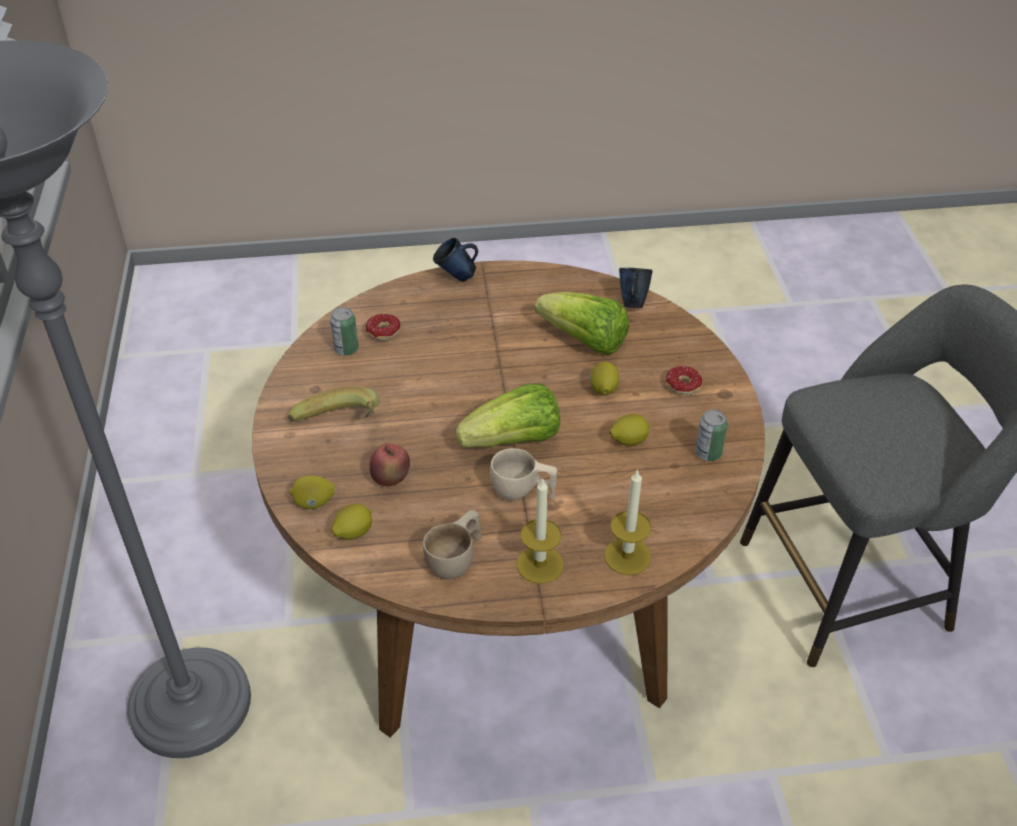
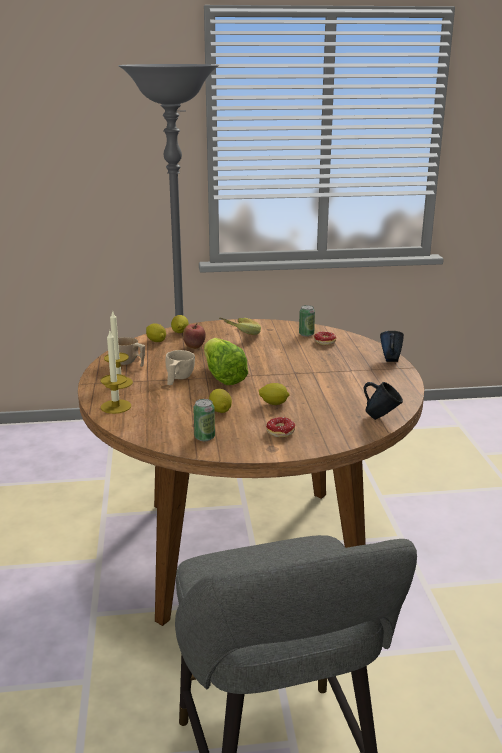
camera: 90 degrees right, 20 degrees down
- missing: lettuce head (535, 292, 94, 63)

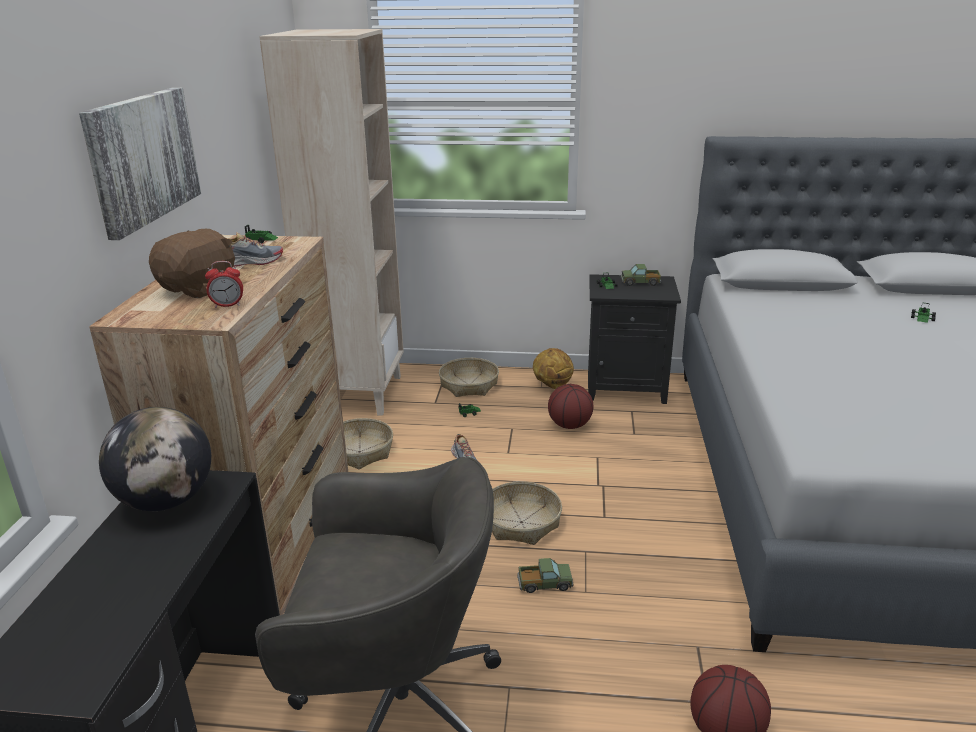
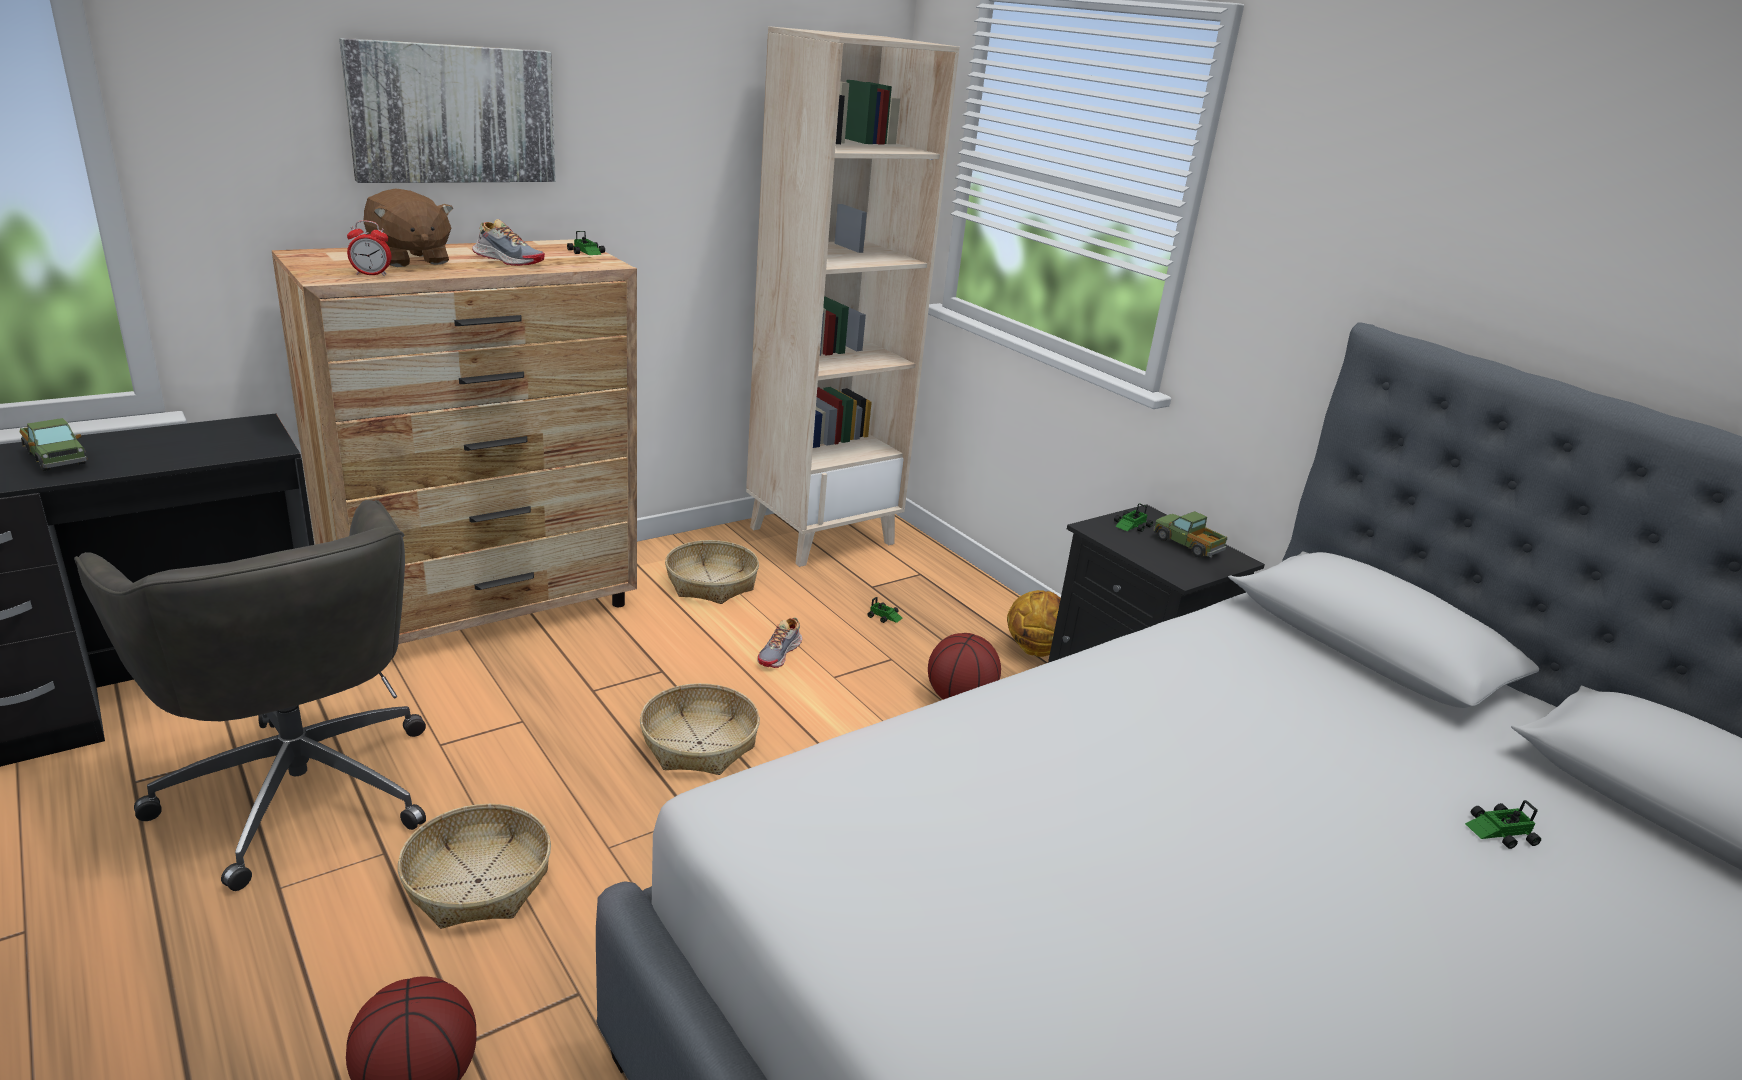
camera: 45 degrees right, 0 degrees up
- spun: brown cuddly toy (149, 229, 86, 69) = (363, 189, 90, 78) 60 degrees clockwise
- spun: bedside clock (205, 261, 38, 47) = (347, 220, 44, 56) 45 degrees counterclockwise
- relocated: household basket (439, 358, 60, 39) to (398, 804, 153, 125)
- missing: world globe (99, 407, 112, 104)
- relocated: toy truck (517, 558, 56, 35) to (20, 418, 68, 53)

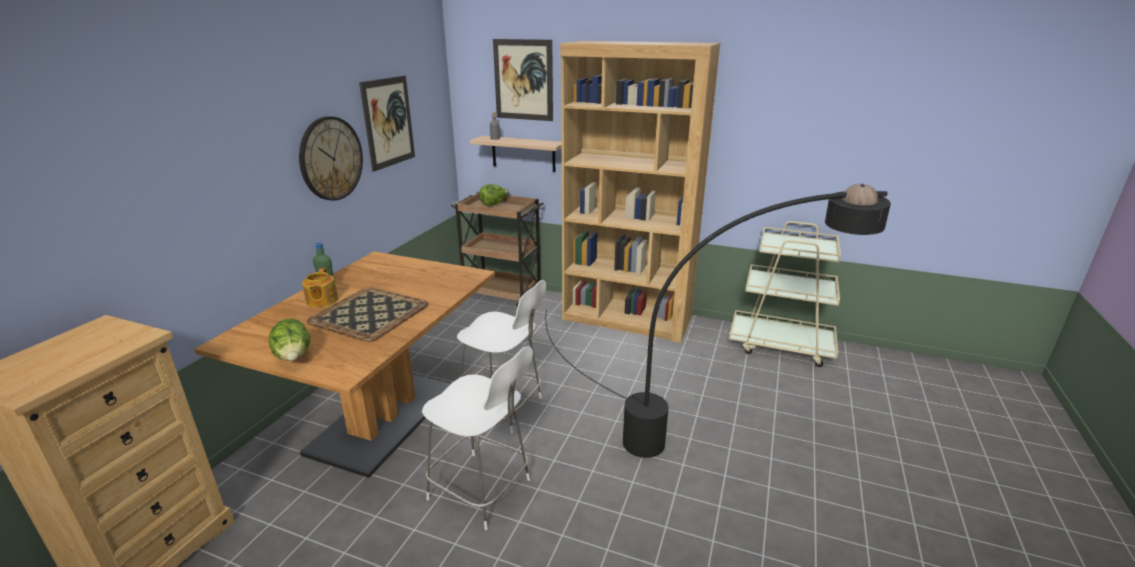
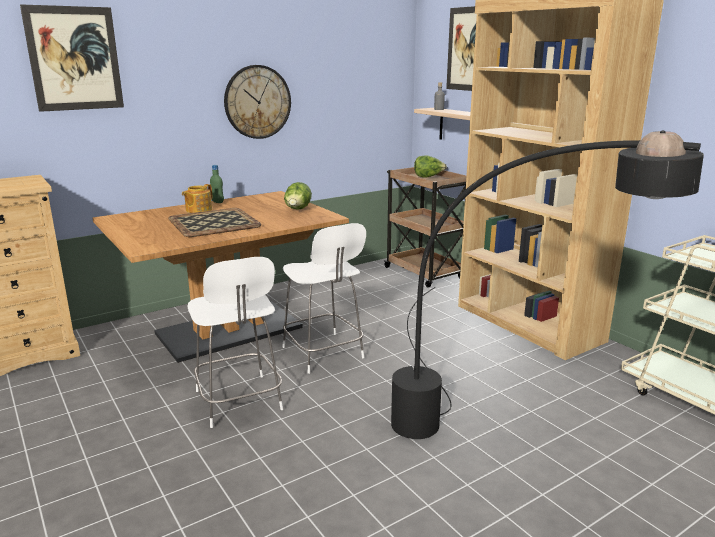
camera: 35 degrees right, 5 degrees down
- relocated: wall picture (359, 76, 56, 96) to (20, 4, 104, 108)
- relocated: lettuce head (269, 319, 41, 42) to (284, 182, 28, 28)

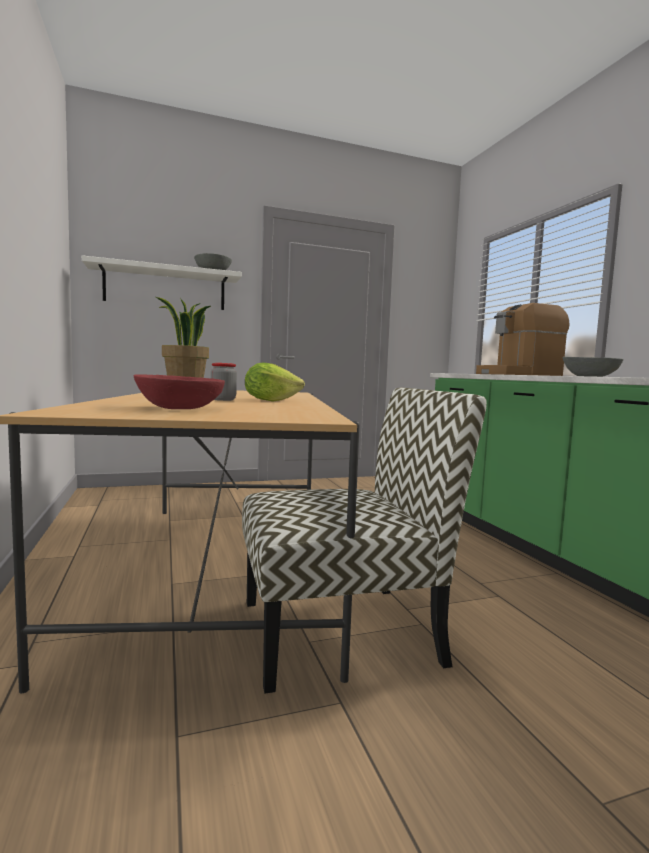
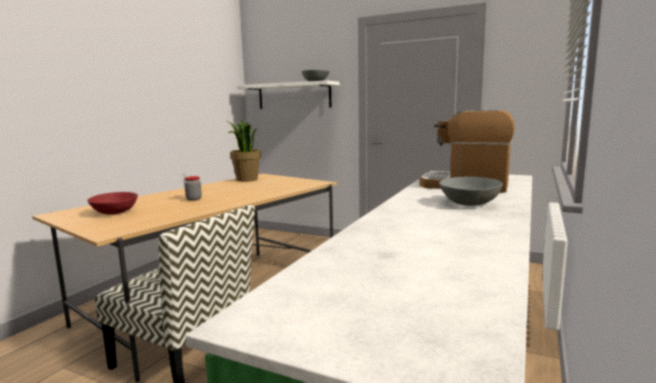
camera: 45 degrees right, 5 degrees up
- missing: lettuce head (245, 363, 60, 39)

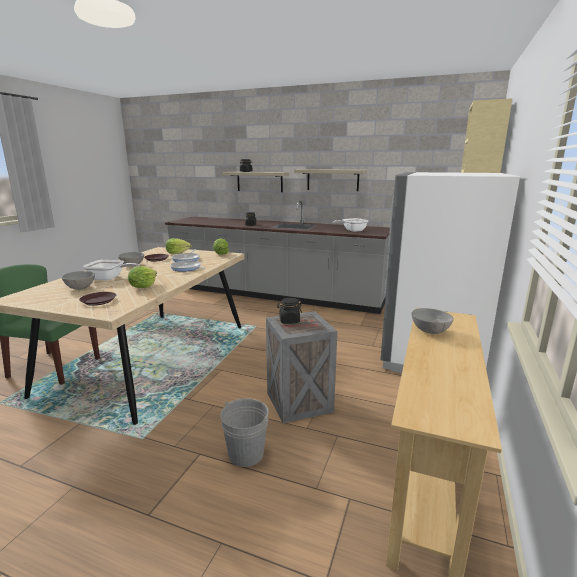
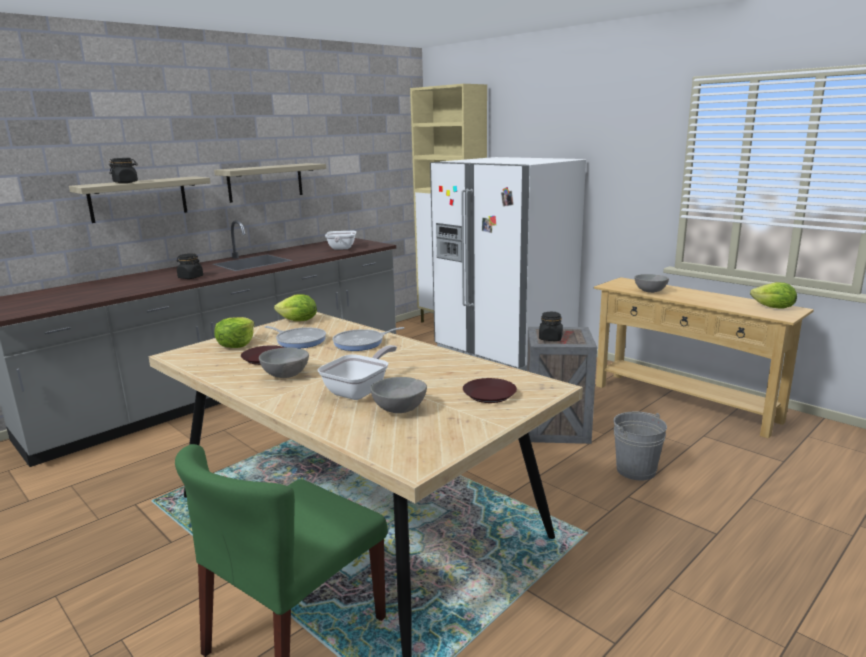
camera: 65 degrees left, 0 degrees up
- relocated: lettuce head (128, 266, 29, 22) to (750, 282, 47, 27)

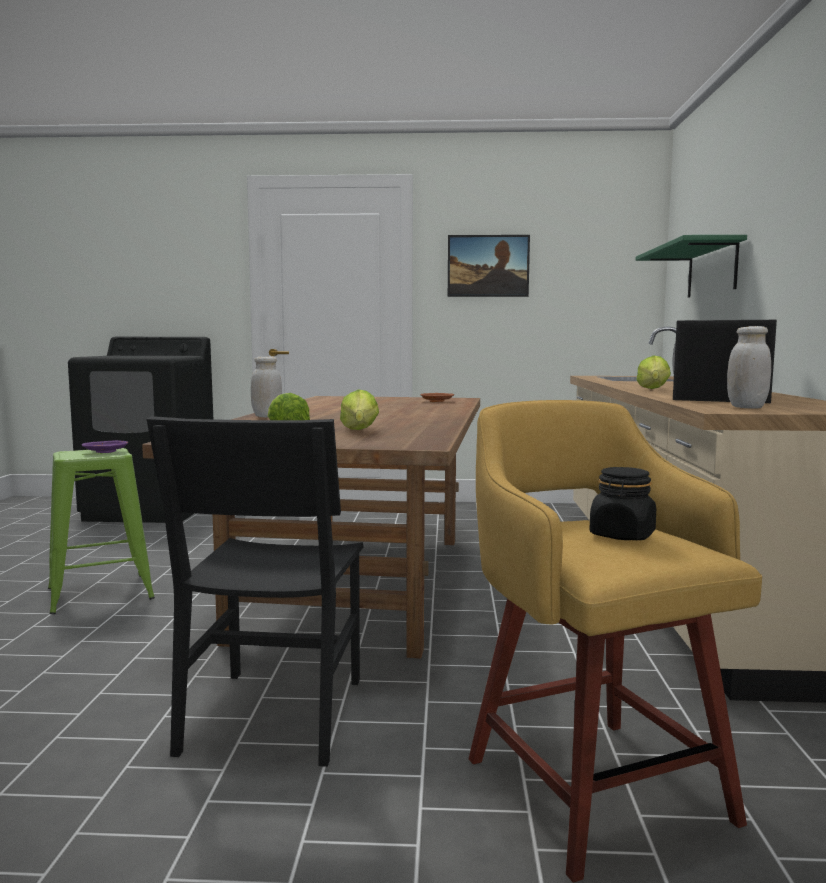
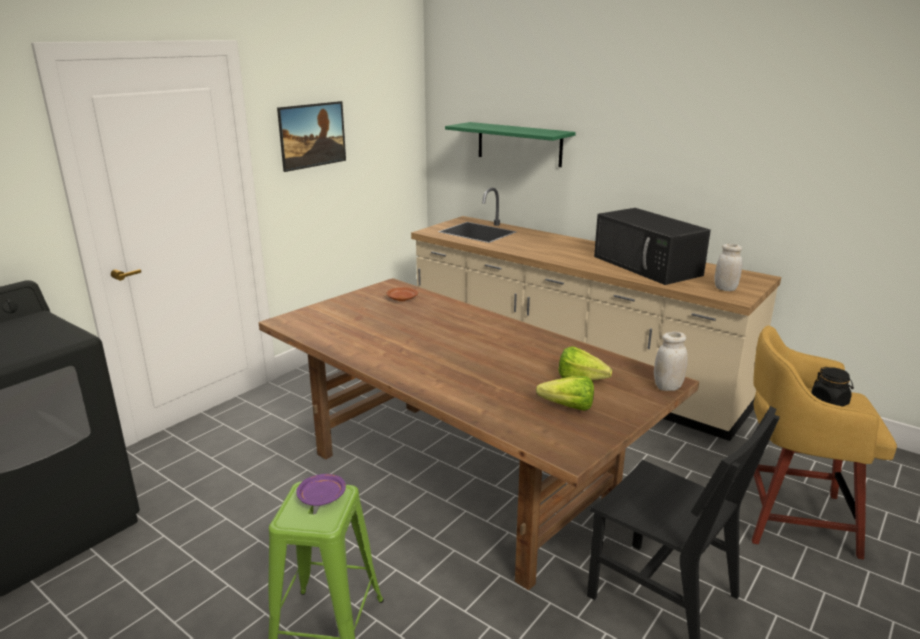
camera: 55 degrees left, 15 degrees up
- missing: lettuce head (636, 355, 35, 34)
- relocated: whitish storage jar (251, 357, 31, 60) to (654, 332, 34, 59)

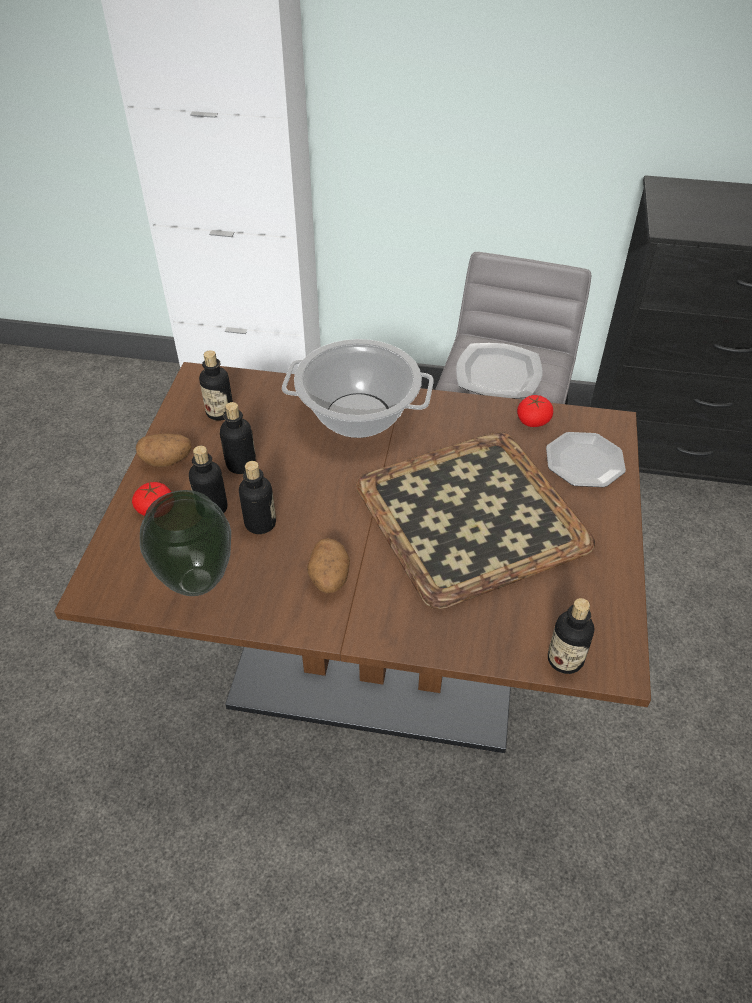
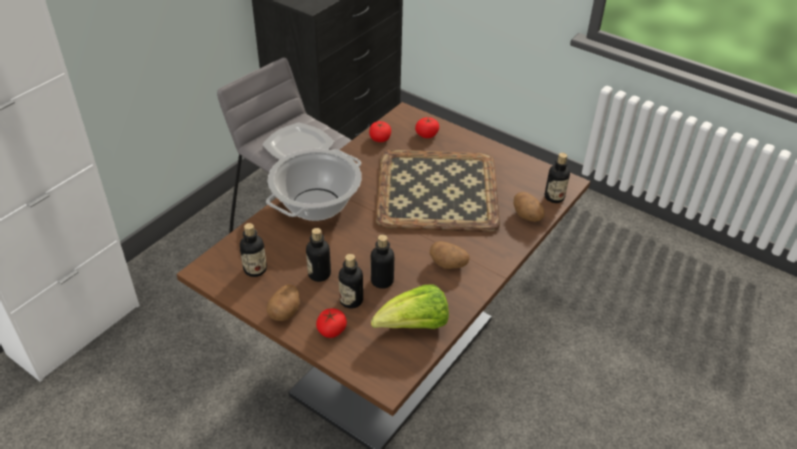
camera: 65 degrees left, 5 degrees down
- exchanged: plate (546, 432, 80, 55) to whole tomato (415, 117, 24, 21)
- exchanged: vase (140, 490, 91, 106) to lettuce head (371, 285, 78, 44)
- appeared: spud (514, 192, 31, 30)

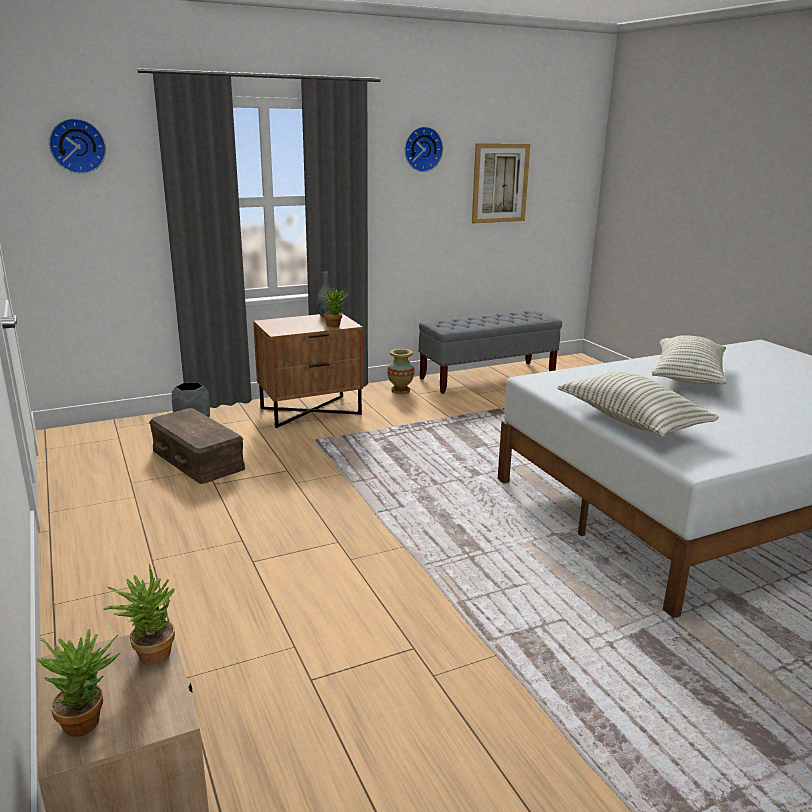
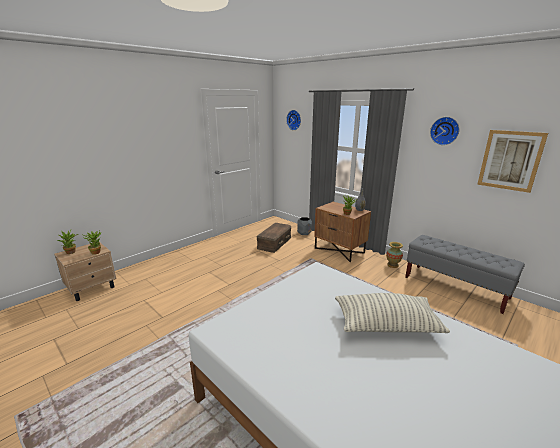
camera: 70 degrees right, 0 degrees up
- missing: cushion (557, 372, 162, 65)

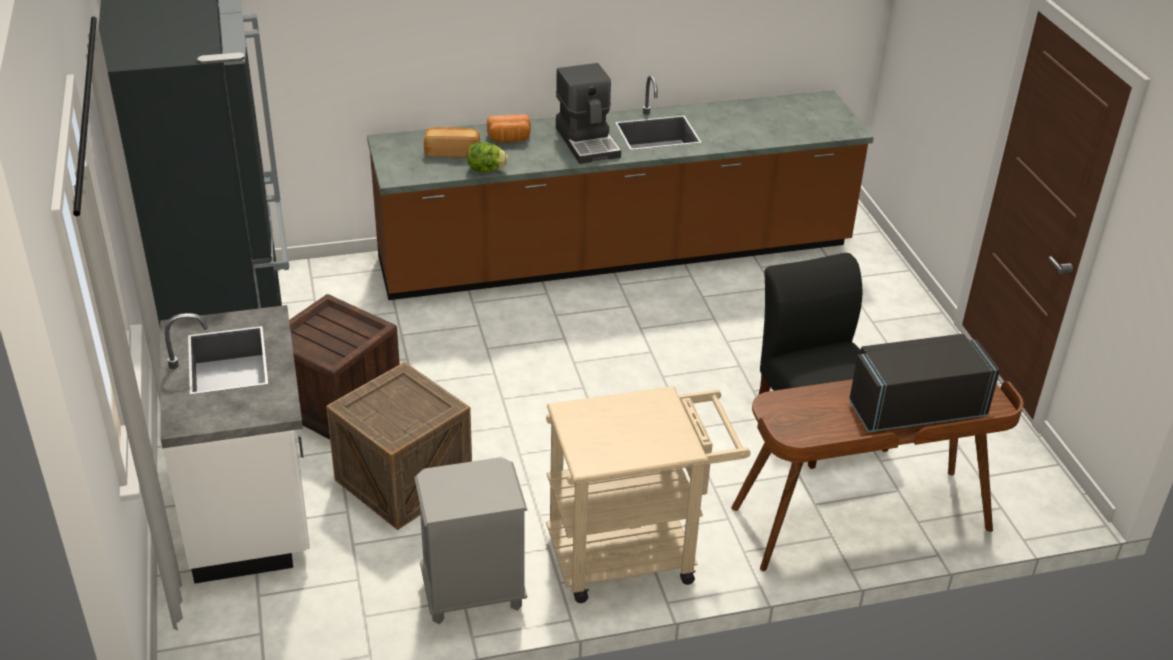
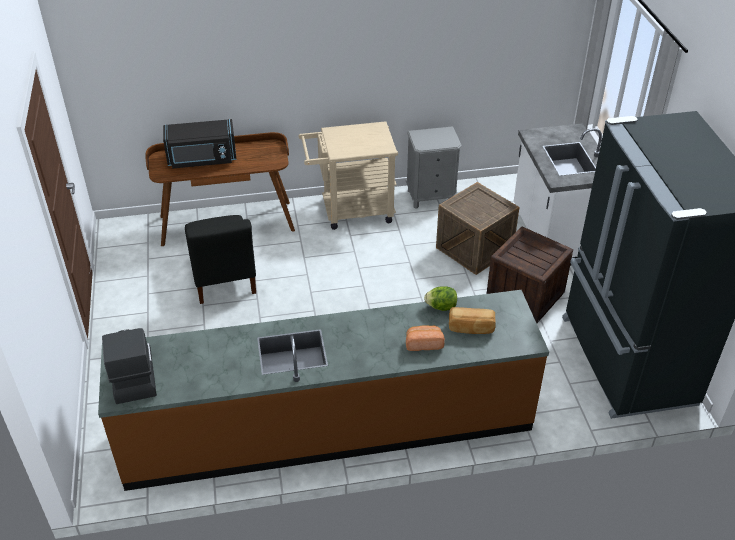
camera: 175 degrees left, 5 degrees up
- relocated: coffee maker (556, 63, 65, 101) to (102, 328, 55, 76)

